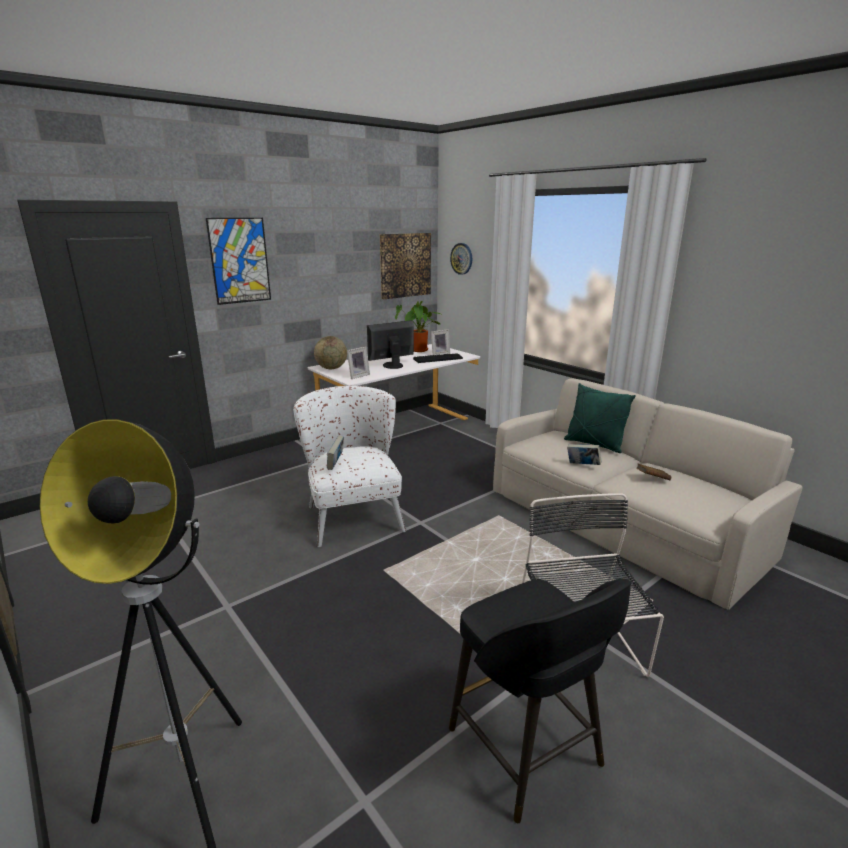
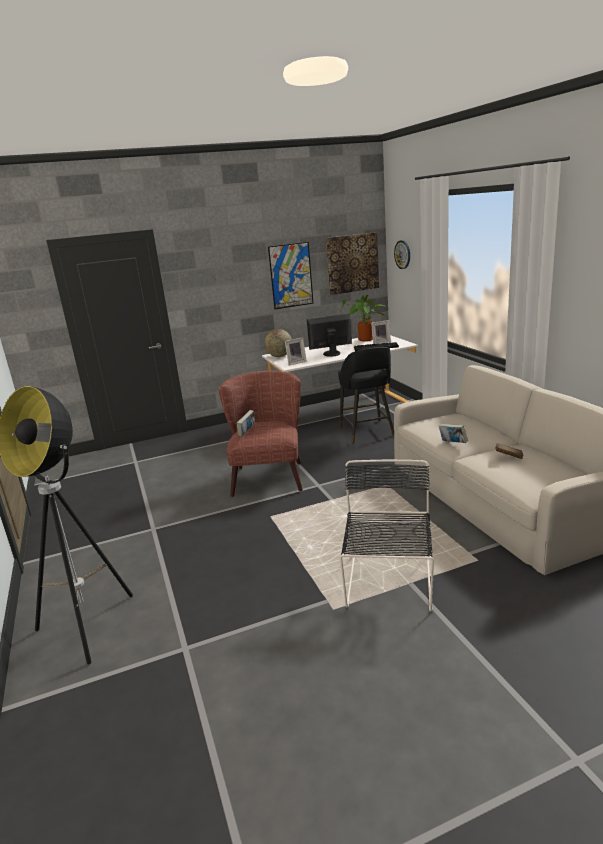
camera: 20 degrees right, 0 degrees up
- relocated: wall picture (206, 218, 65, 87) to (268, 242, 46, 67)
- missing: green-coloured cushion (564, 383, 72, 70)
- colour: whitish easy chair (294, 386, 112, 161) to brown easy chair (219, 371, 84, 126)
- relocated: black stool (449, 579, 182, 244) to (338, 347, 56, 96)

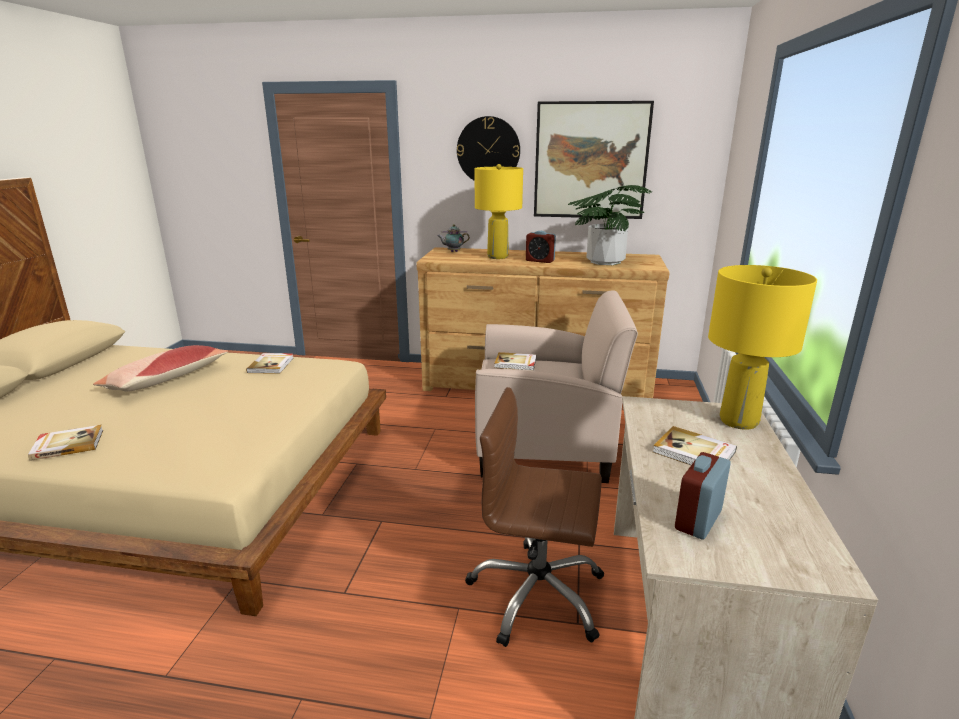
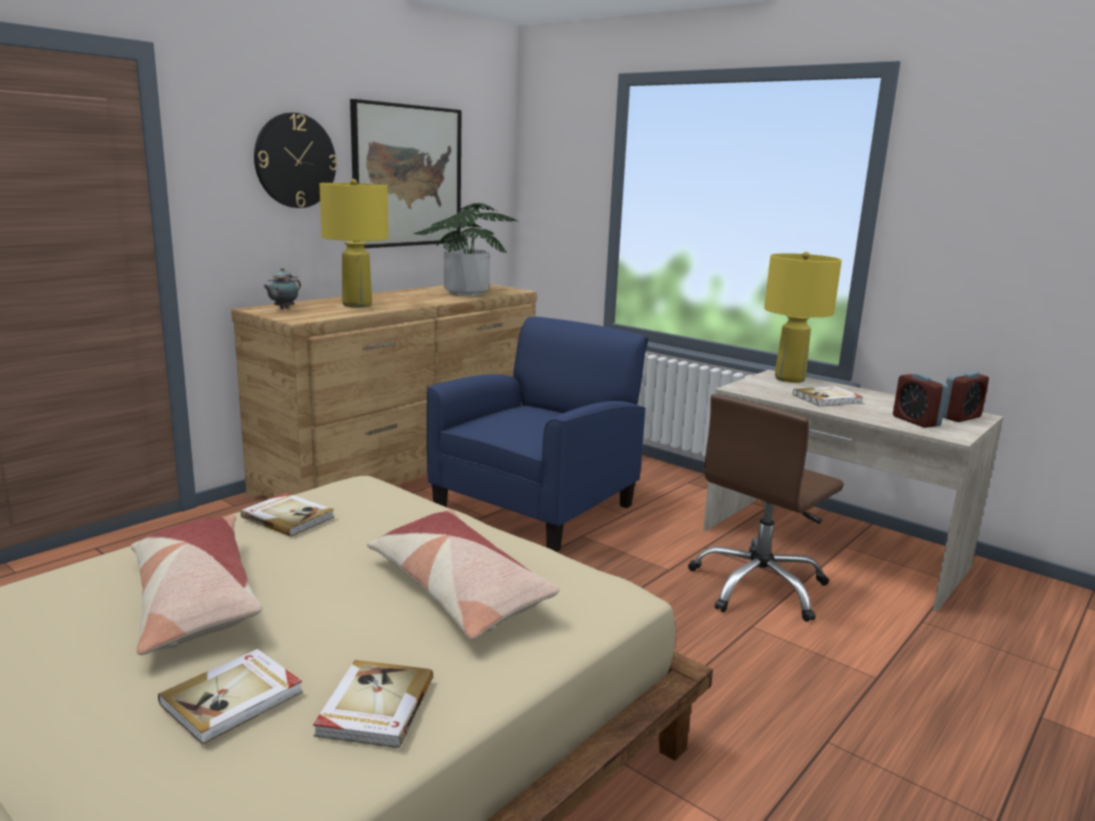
camera: 60 degrees left, 5 degrees down
- relocated: bedside clock (526, 231, 30, 32) to (943, 371, 46, 51)
- colour: beige-coloured easy chair (475, 290, 163, 193) to blue-coloured easy chair (427, 316, 221, 236)
- relocated: volume (494, 352, 42, 19) to (158, 649, 145, 96)
- appeared: cushion (367, 509, 193, 131)

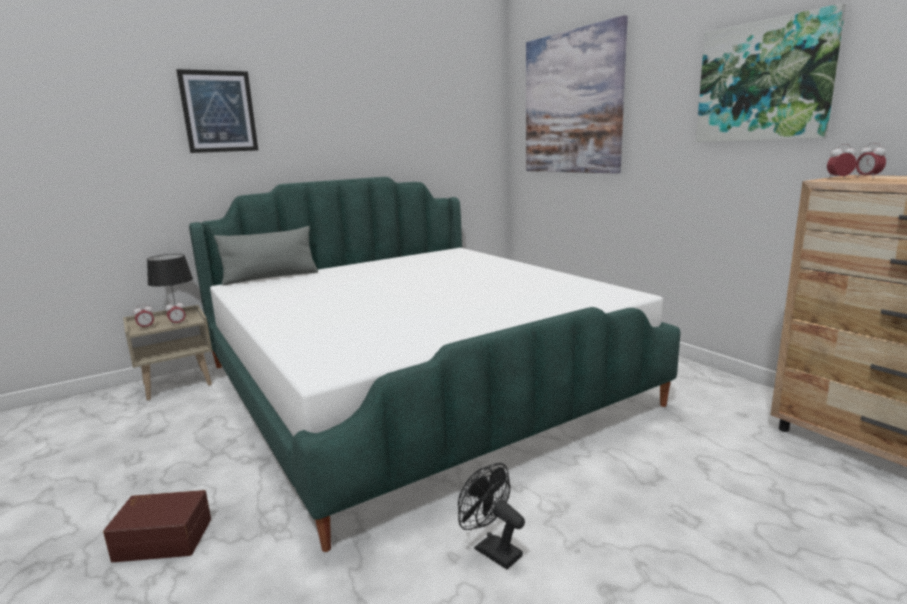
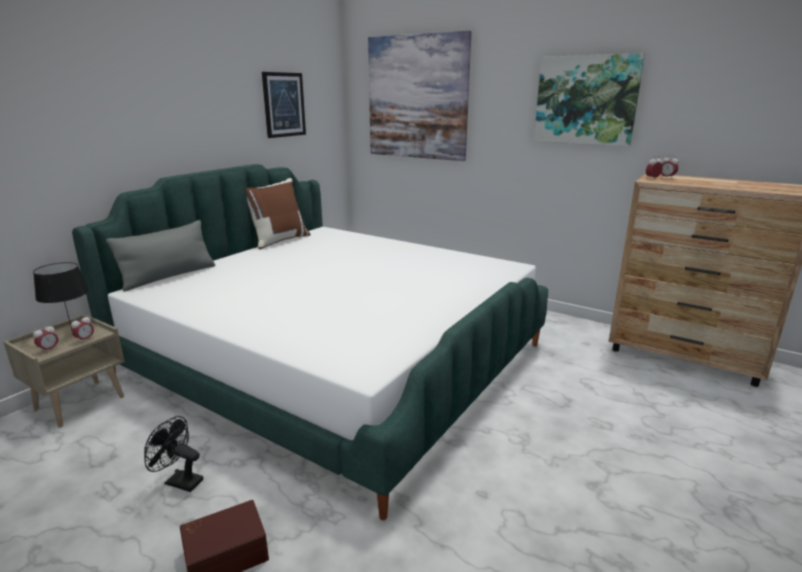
camera: 25 degrees left, 5 degrees up
- relocated: wall picture (176, 69, 82, 84) to (262, 72, 44, 66)
- relocated: black cooling fan (458, 463, 67, 106) to (144, 416, 59, 76)
- appeared: brown cushion (246, 178, 65, 71)

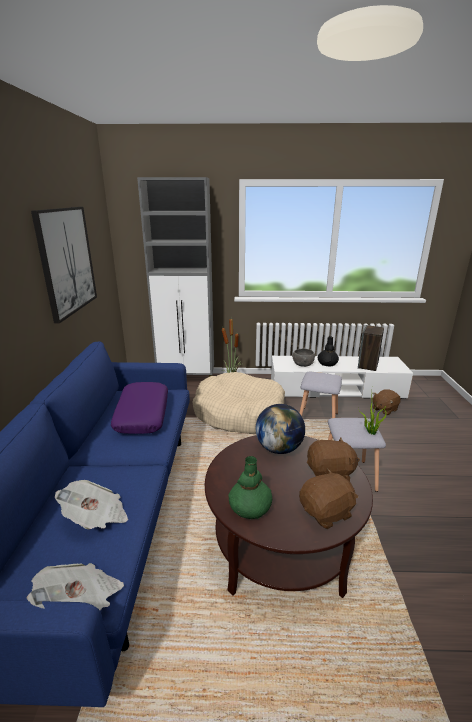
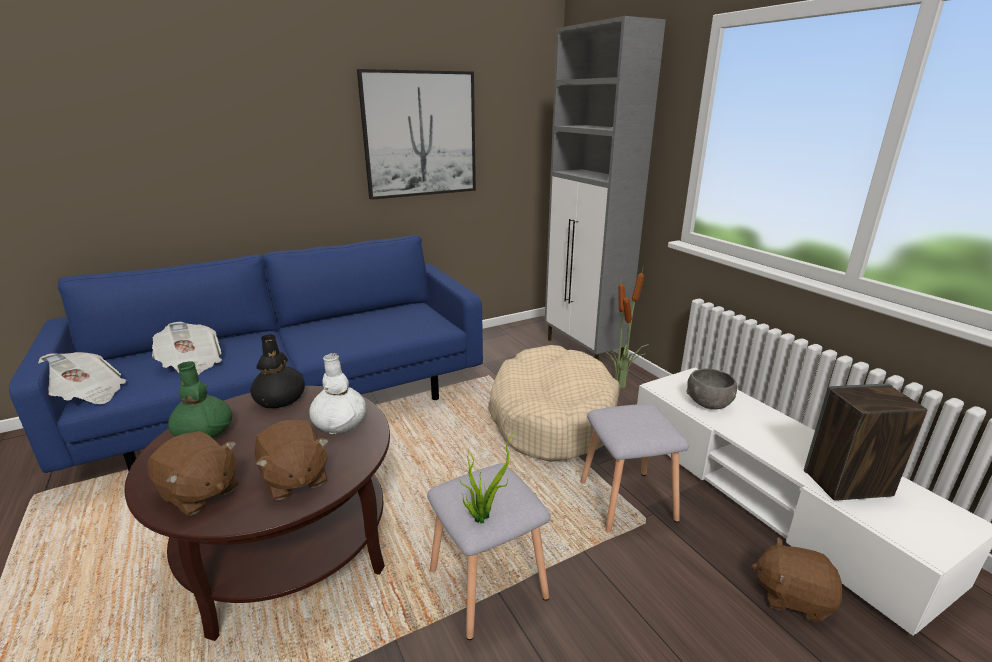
camera: 60 degrees right, 0 degrees up
- relocated: black vase (318, 336, 21, 31) to (250, 334, 55, 75)
- missing: purple cushion (111, 382, 57, 52)
- exchanged: world globe (255, 404, 50, 50) to whitish vase (309, 353, 57, 81)

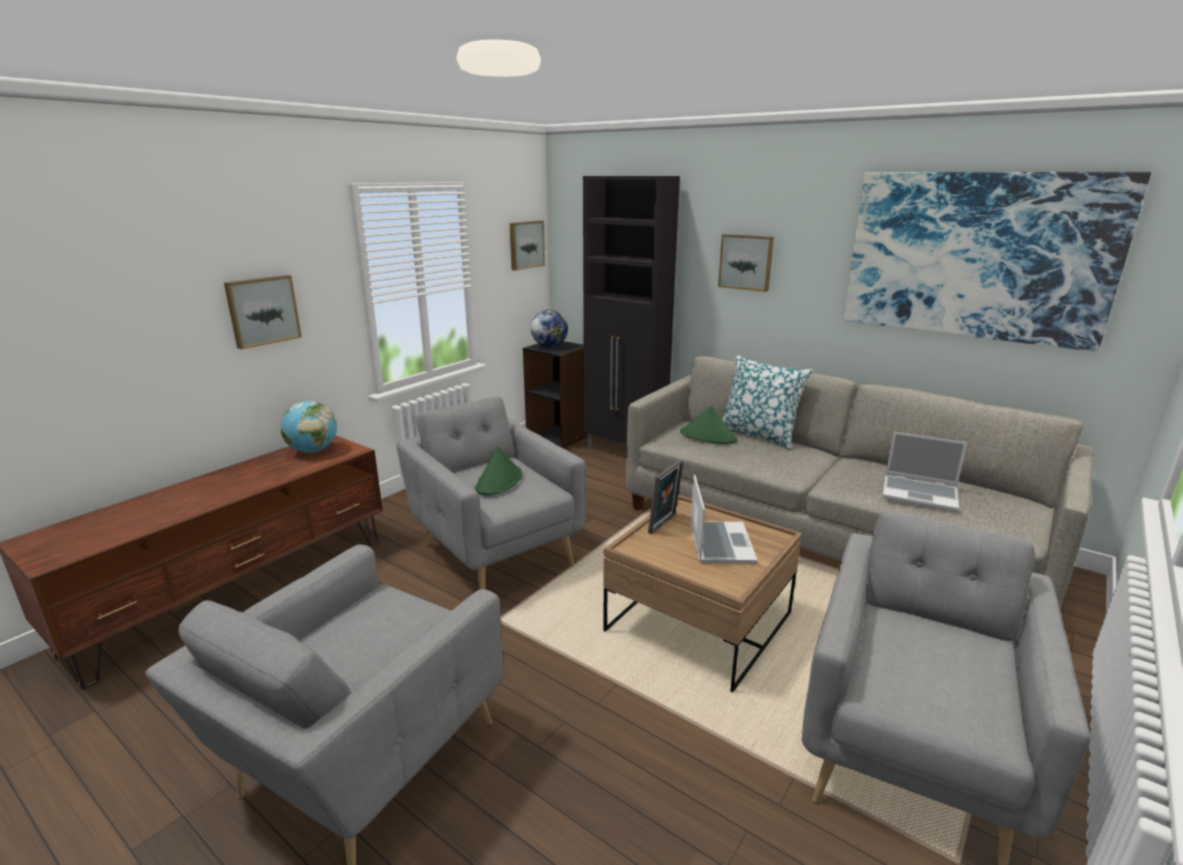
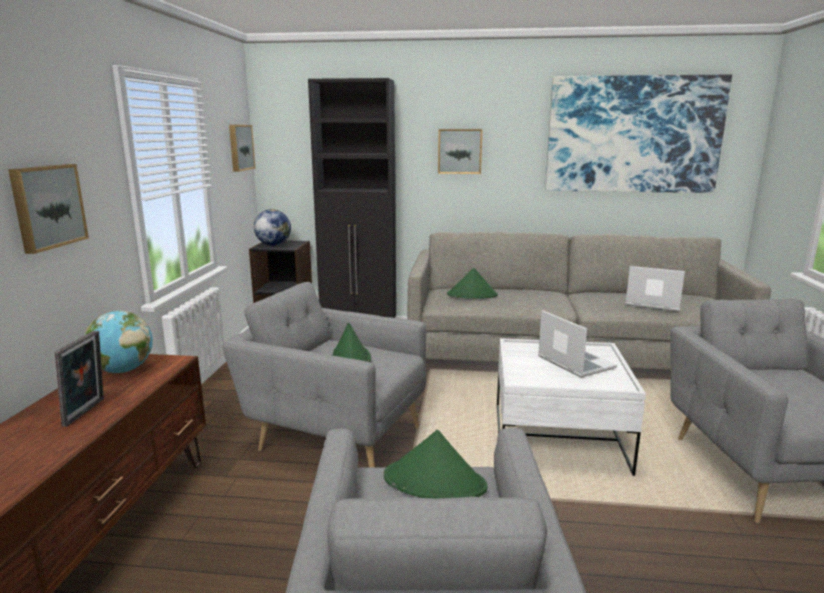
camera: 30 degrees left, 5 degrees down
- missing: cushion (722, 355, 91, 95)
- spun: laptop (883, 432, 84, 79) = (625, 266, 60, 45) 150 degrees counterclockwise
- relocated: standing frame (648, 460, 36, 74) to (55, 331, 49, 96)
- colour: brown coffee table (603, 495, 199, 198) to whitish coffee table (497, 338, 149, 138)
- appeared: green-coloured wearable hat (384, 430, 103, 68)

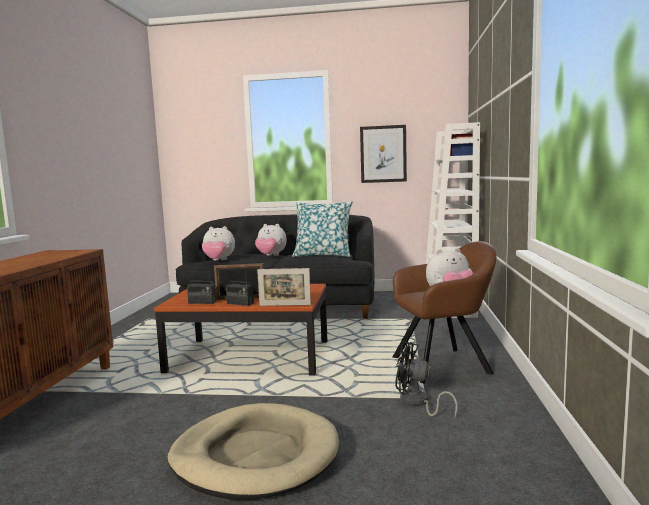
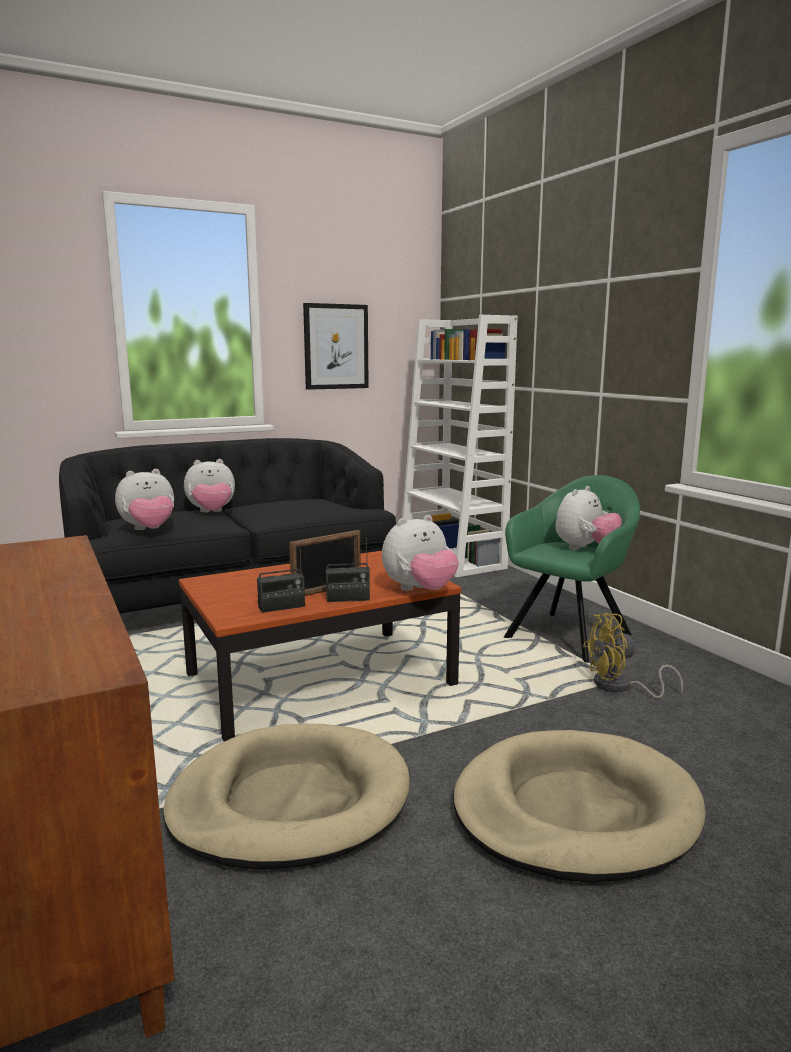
camera: 35 degrees left, 5 degrees up
- missing: cushion (292, 201, 61, 56)
- colour: brown easy chair (393, 241, 104, 143) to green-coloured easy chair (504, 475, 136, 188)
- exchanged: standing frame (257, 268, 54, 38) to cuddly toy (382, 515, 77, 76)
- colour: black cooling fan (395, 341, 63, 78) to yellowish cooling fan (583, 613, 100, 86)
- appeared: beige-coloured dog bed (163, 724, 247, 146)

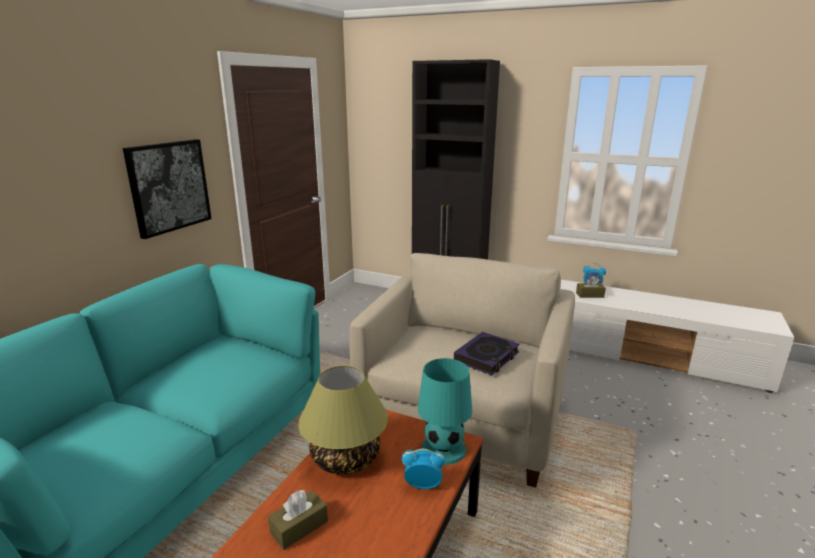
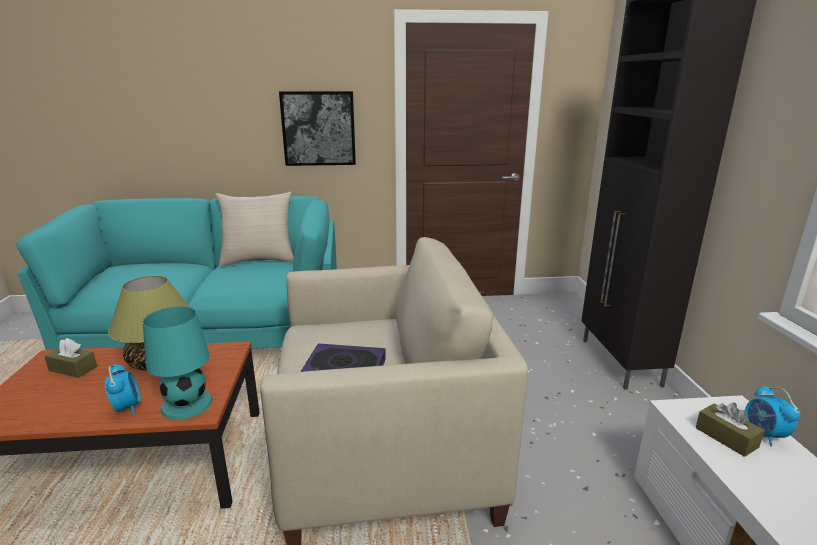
camera: 60 degrees right, 0 degrees up
- appeared: beige-coloured cushion (215, 191, 79, 75)

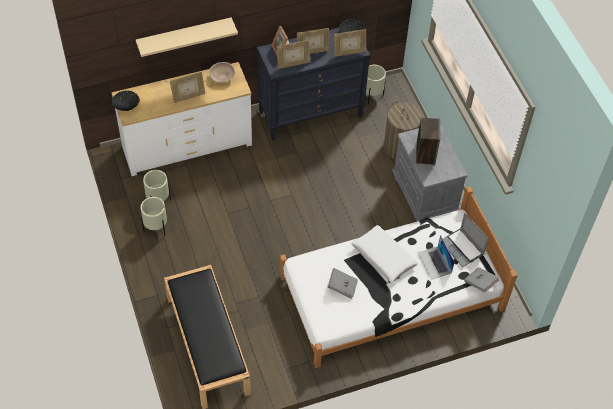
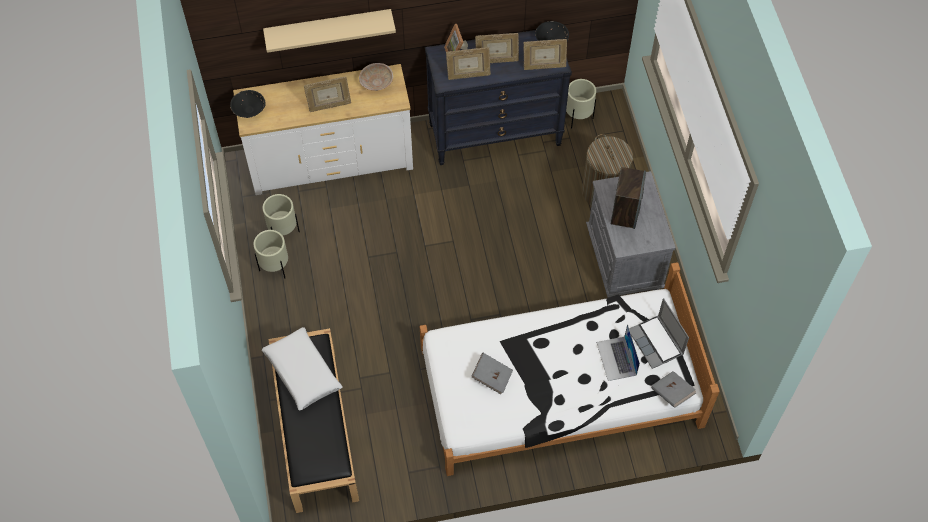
camera: 10 degrees right, 5 degrees up
- relocated: whitish cushion (351, 225, 67, 58) to (262, 327, 80, 84)

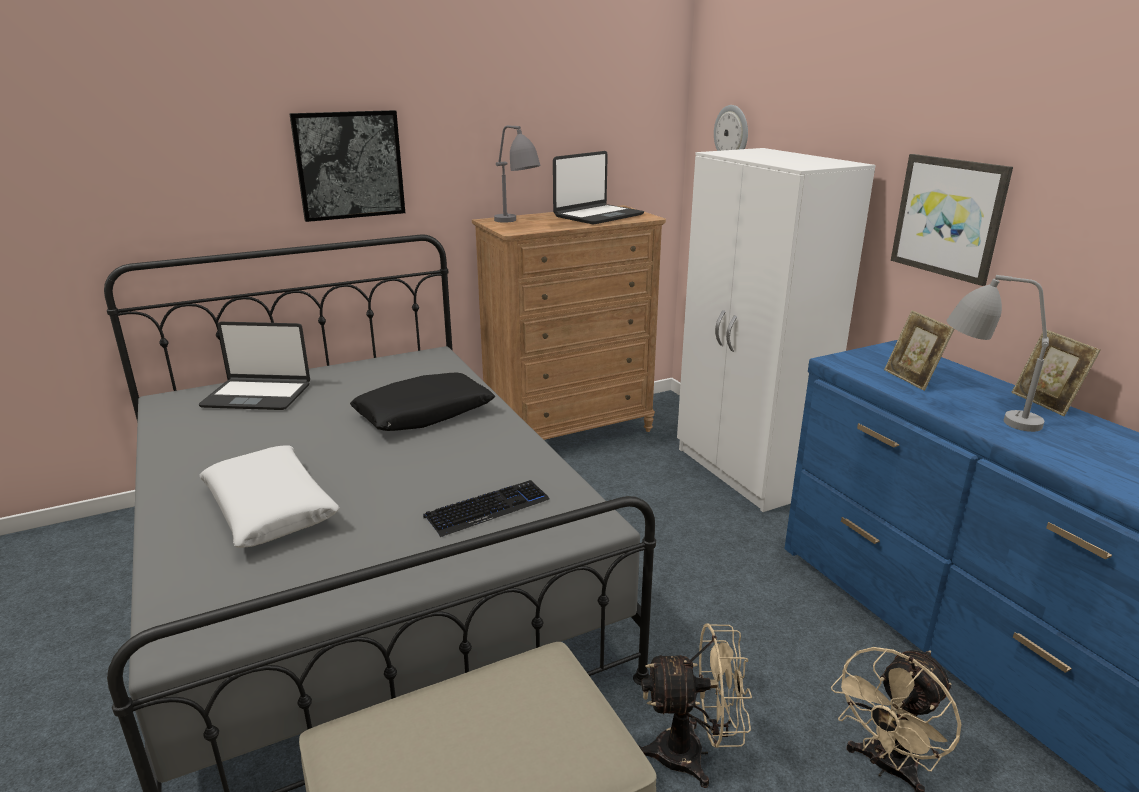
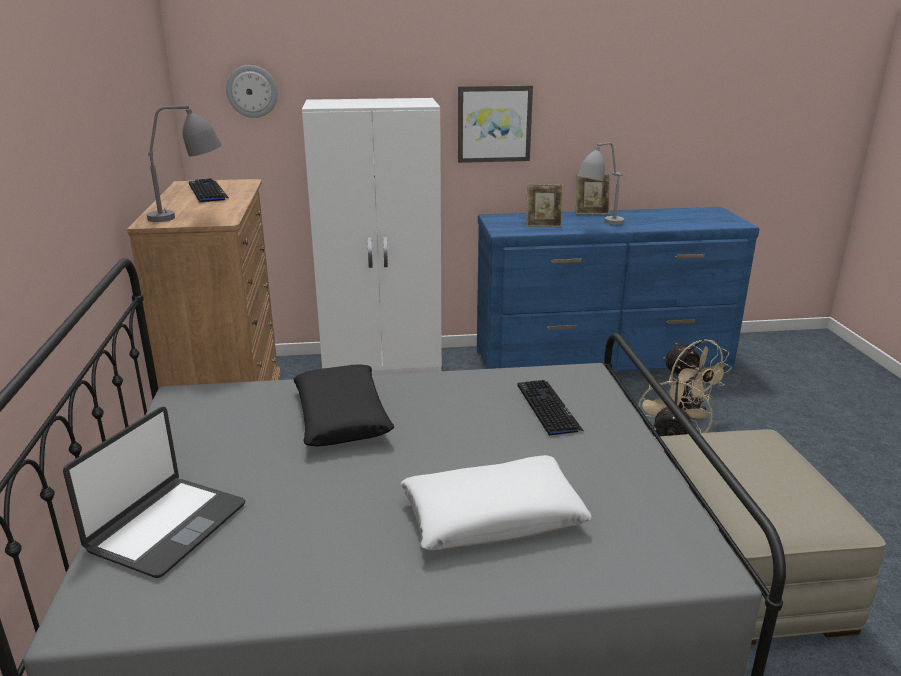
camera: 70 degrees left, 0 degrees up
- missing: wall picture (289, 110, 116, 112)
- exchanged: laptop (553, 151, 91, 74) to computer keyboard (189, 178, 41, 24)

